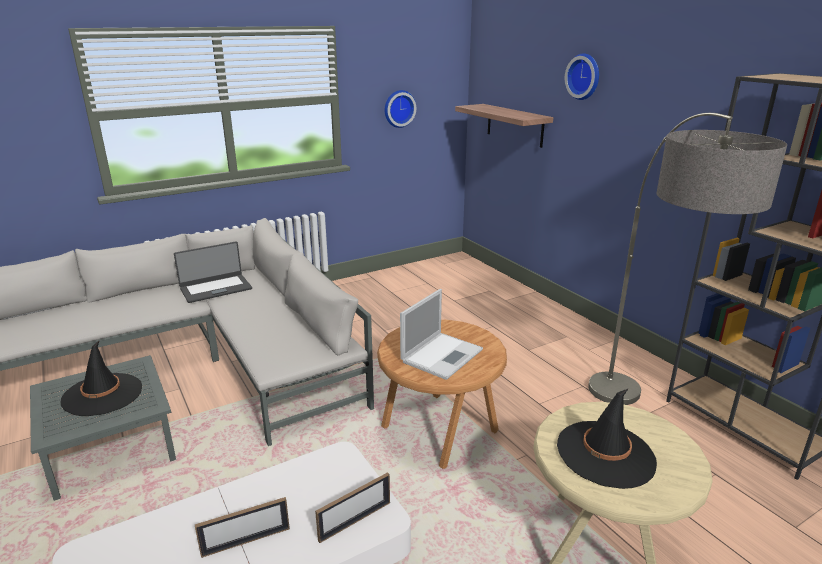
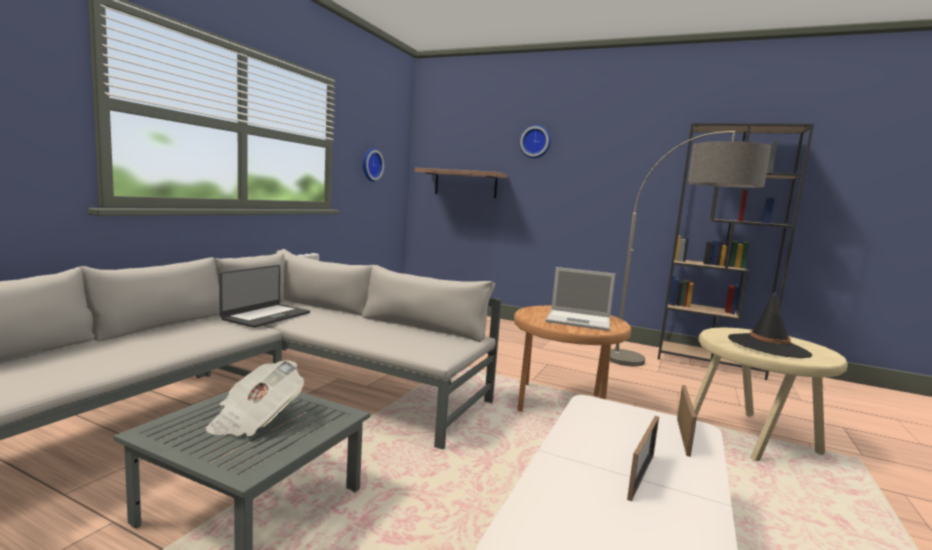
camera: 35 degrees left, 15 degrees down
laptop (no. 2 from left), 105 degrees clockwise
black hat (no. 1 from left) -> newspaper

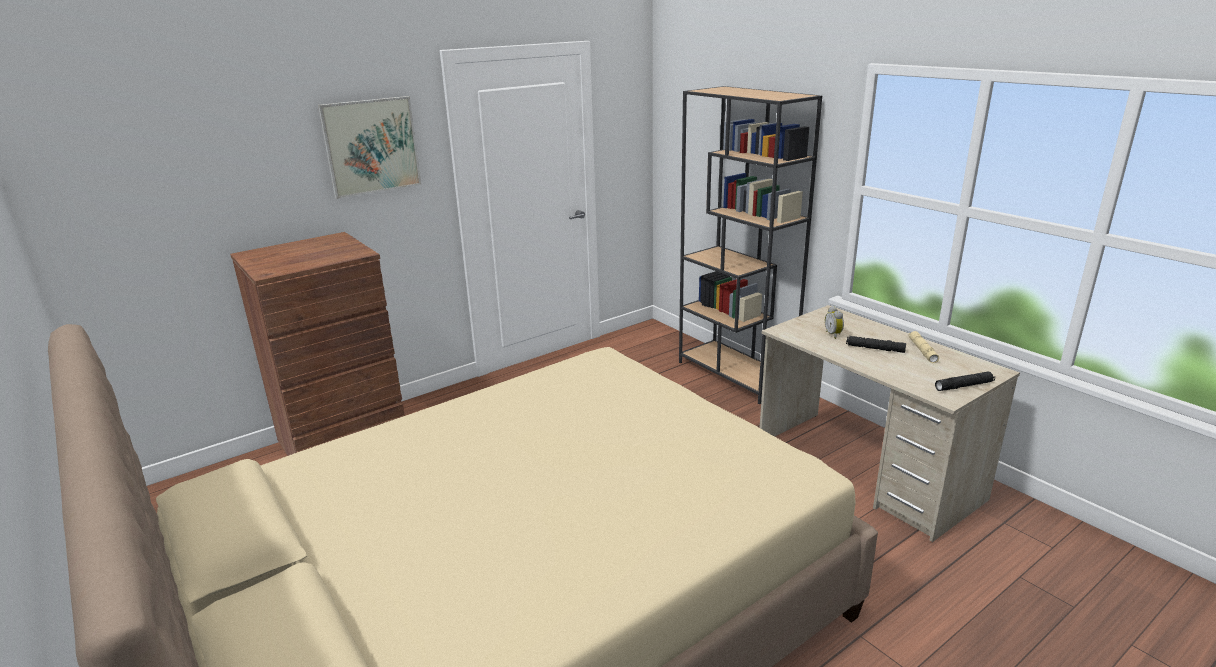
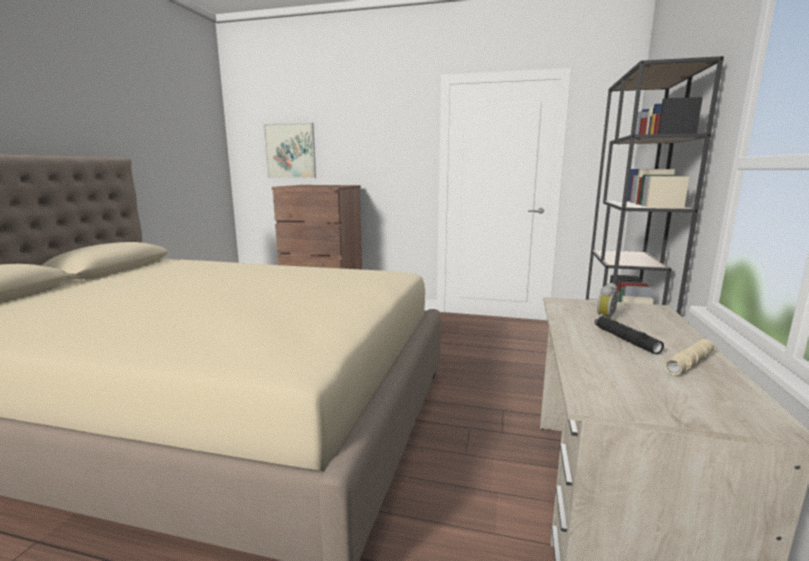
camera: 50 degrees right, 10 degrees down
picture, shifted
black flashlight (no. 2 from left) -> none

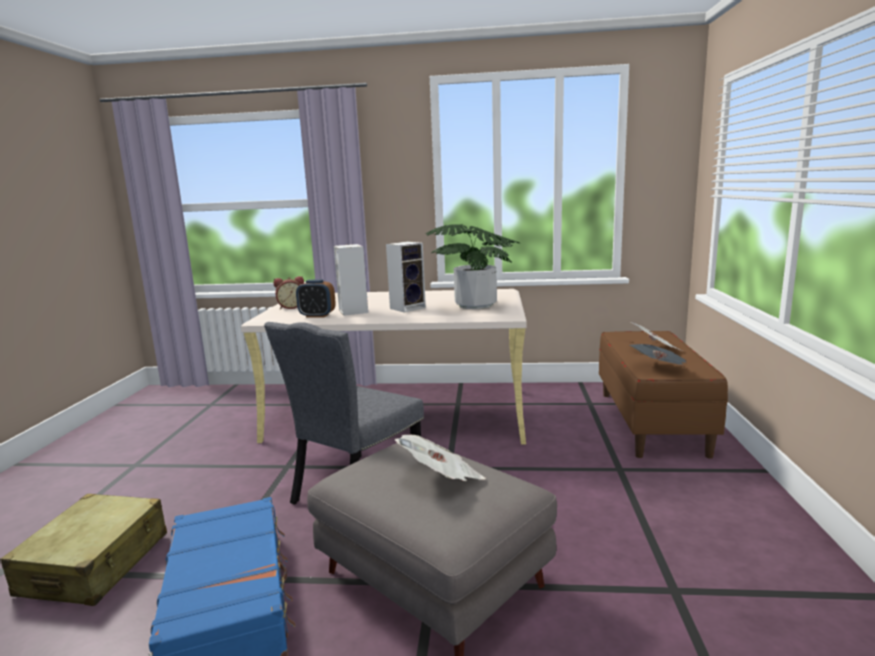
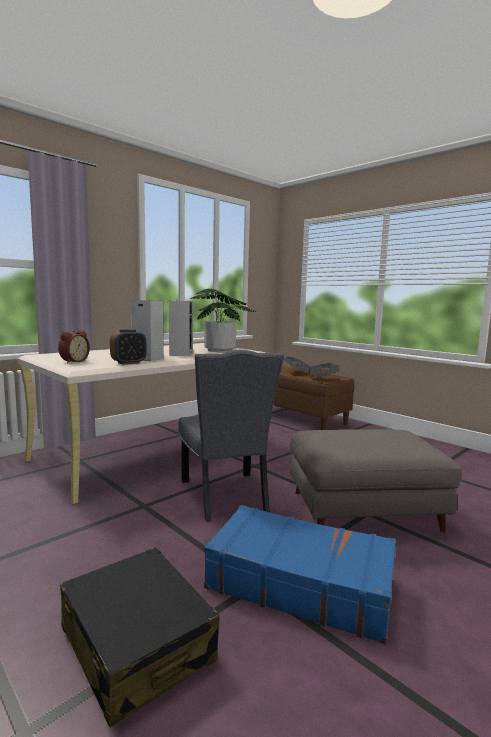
camera: 50 degrees left, 5 degrees down
newspaper (no. 1 from left) -> none
beige suitcase -> black suitcase

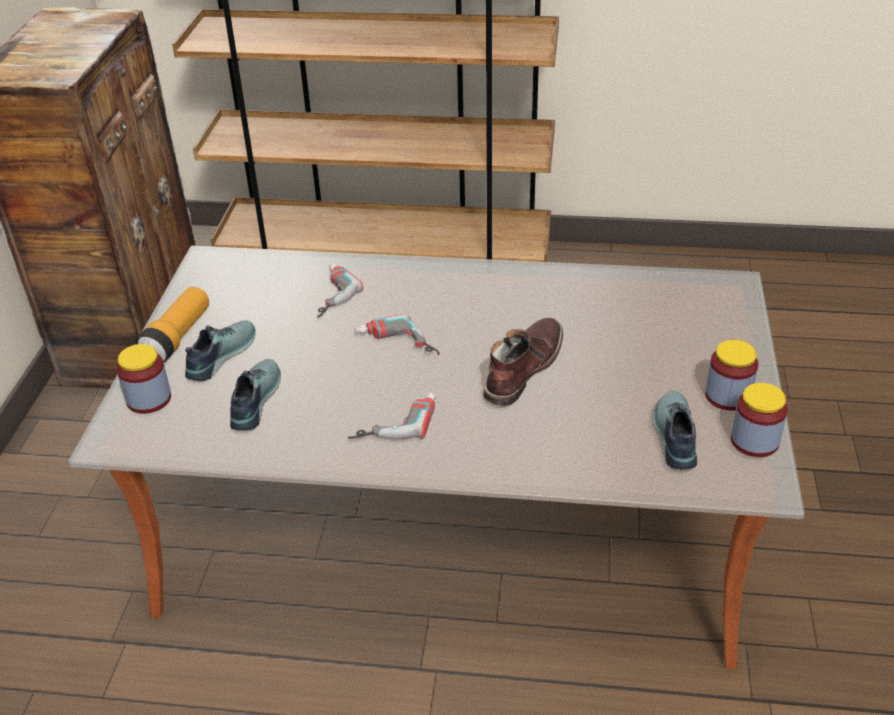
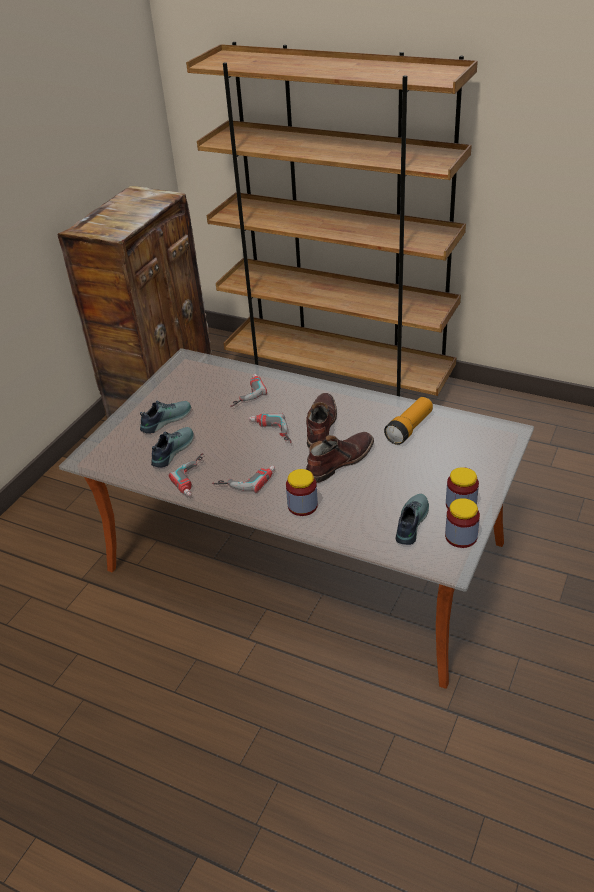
camera: 20 degrees right, 0 degrees up
flashlight, shifted
jar (no. 1 from left), shifted
none -> brown boot (no. 1 from left)
none -> power drill (no. 1 from left)

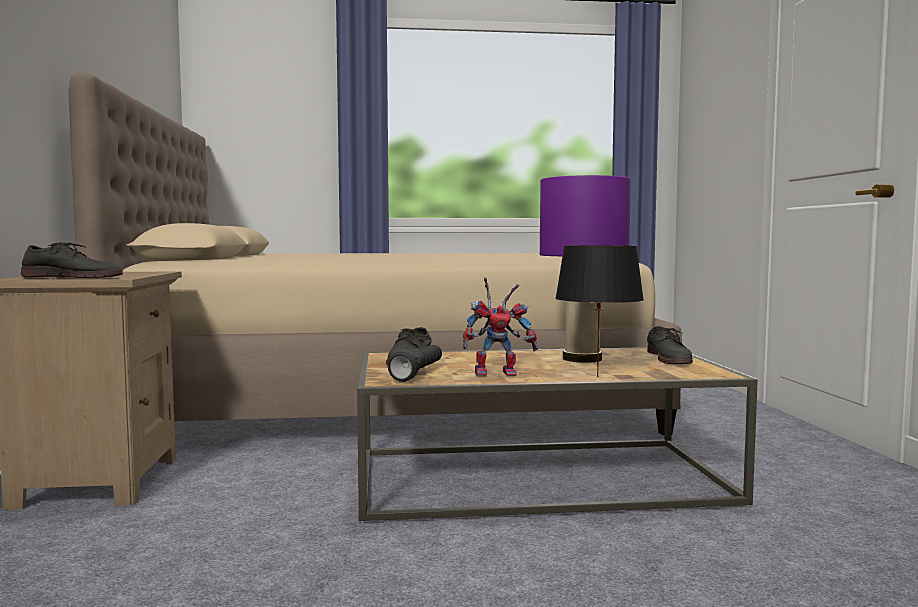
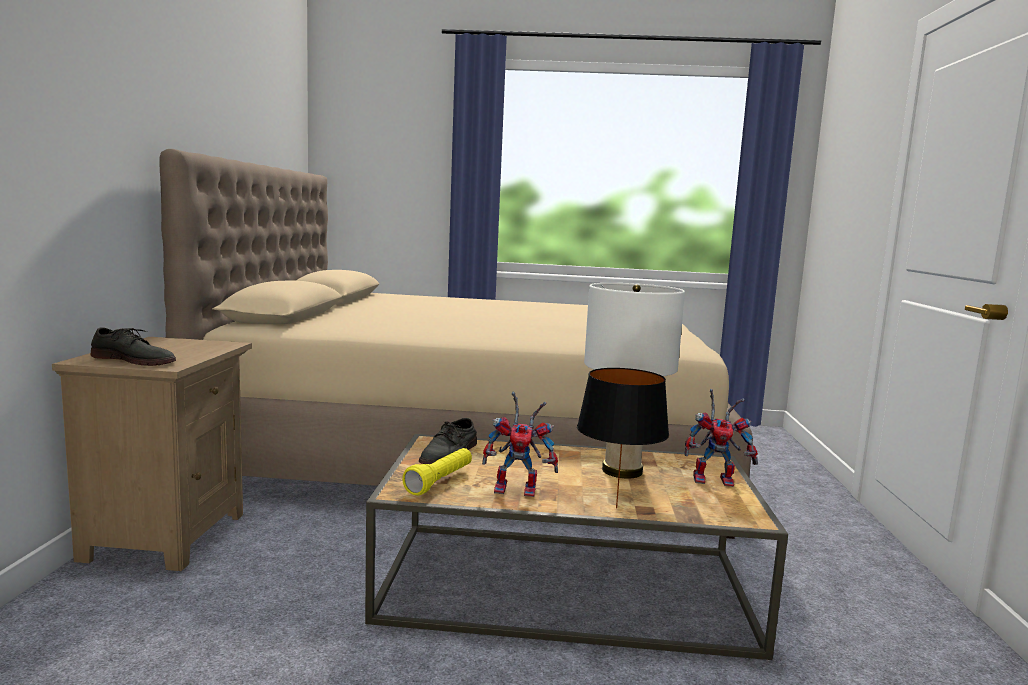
camera: 10 degrees right, 5 degrees up
purple table lamp -> white table lamp
grey shoe (no. 3 from left) -> toy robot (no. 2 from left)
black flashlight -> yellow flashlight

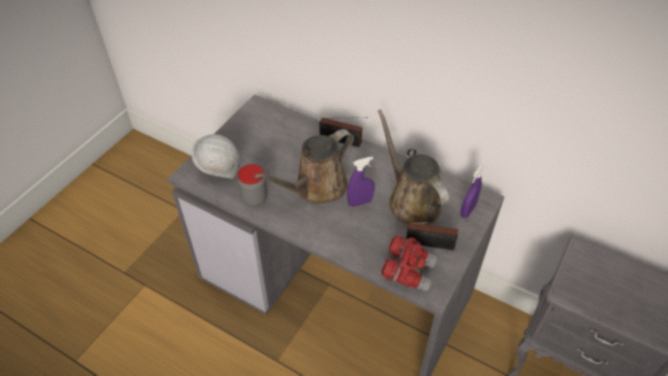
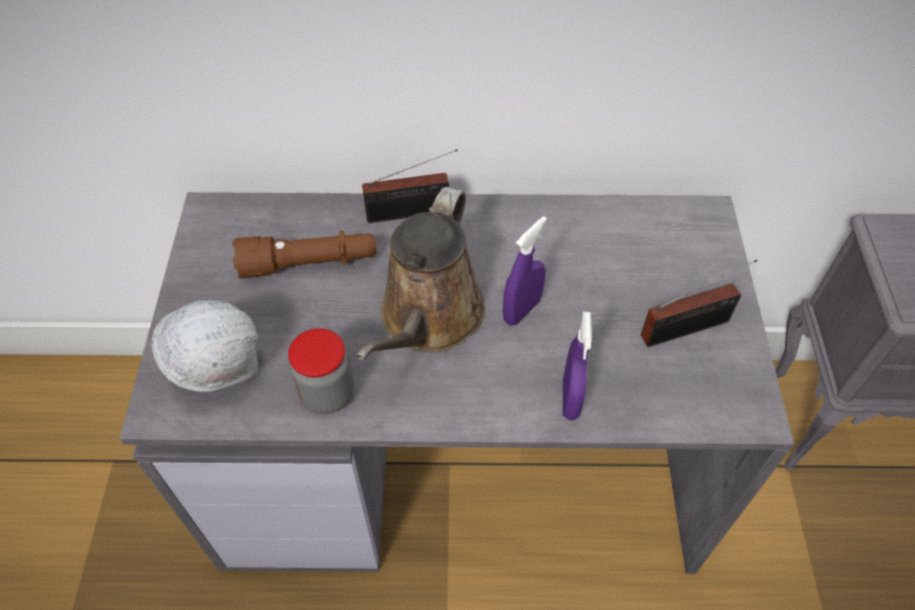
camera: 30 degrees left, 5 degrees up
brown watering can (no. 2 from left) -> none
purple spray bottle (no. 2 from left), shifted
red binoculars -> none
none -> brown flashlight

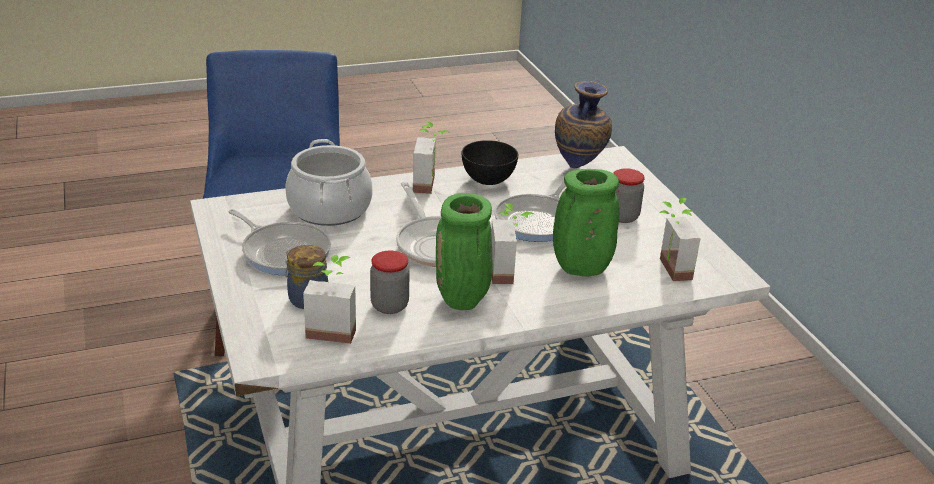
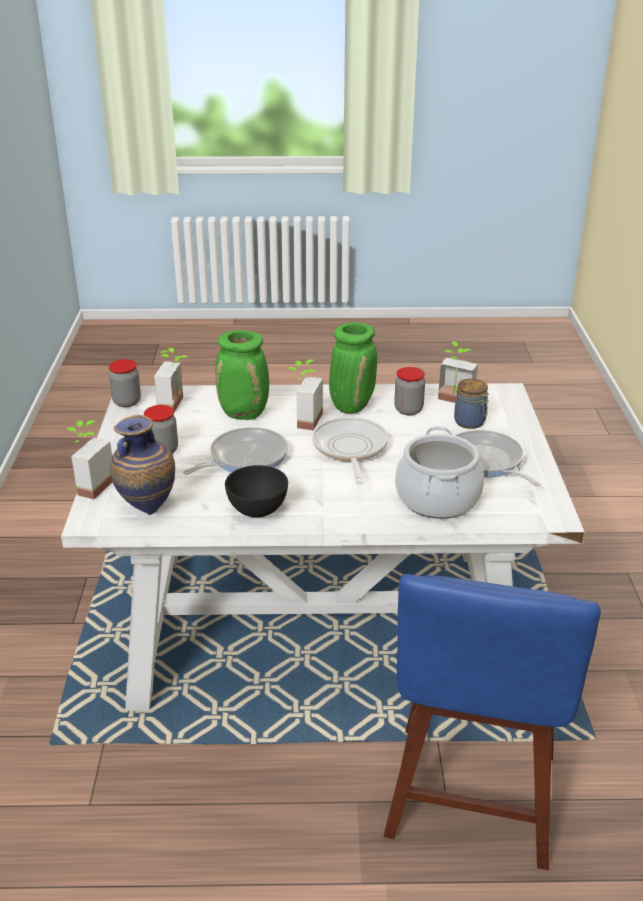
camera: 160 degrees left, 0 degrees up
potted plant (no. 2 from left in the first image) -> potted plant (no. 1 from left), shifted
none -> jar (no. 1 from left)

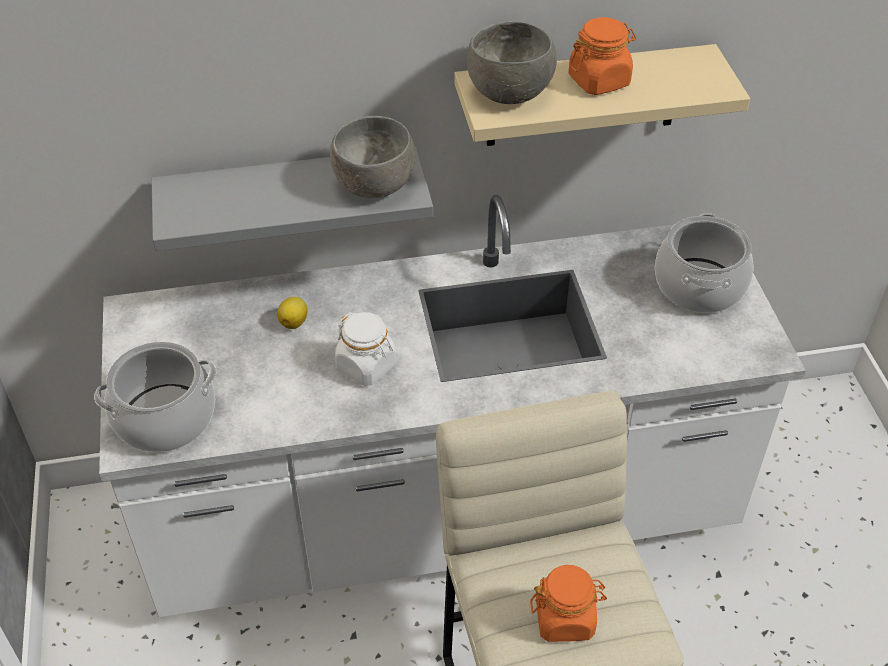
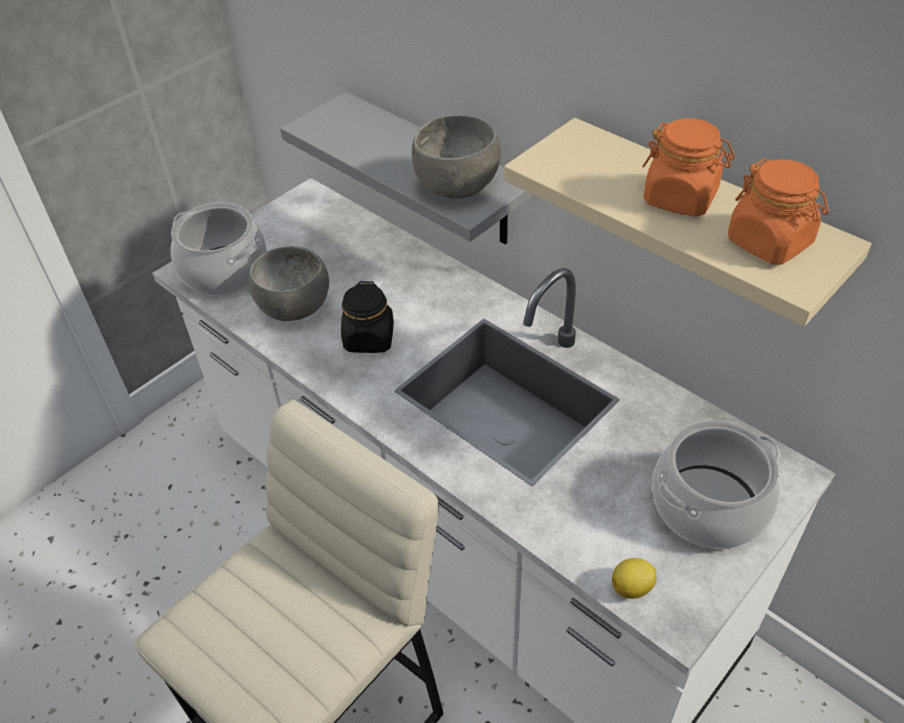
camera: 55 degrees right, 0 degrees up
grey bowl (no. 2 from left in the first image) -> grey bowl (no. 1 from left), shifted
lemon, shifted
white jar -> black jar
orange jar (no. 1 from left in the first image) -> orange jar (no. 2 from left), shifted

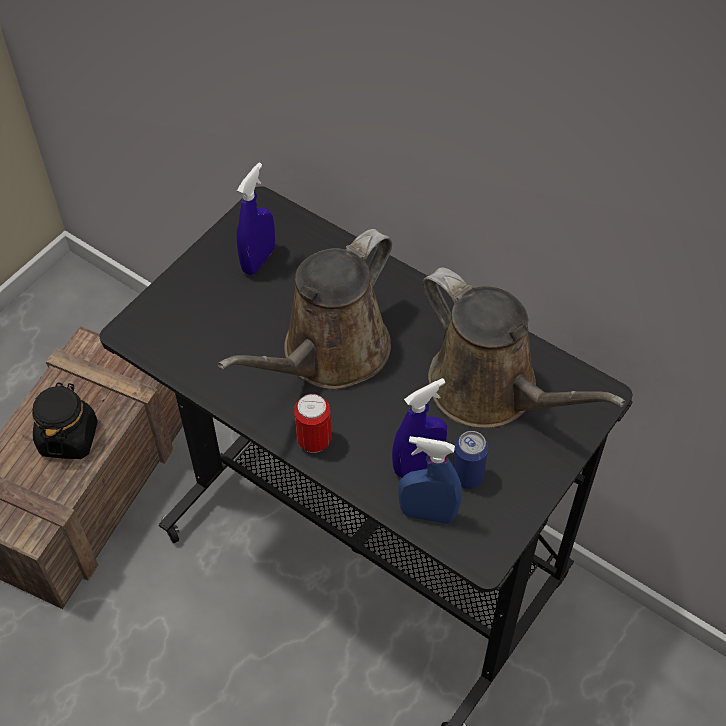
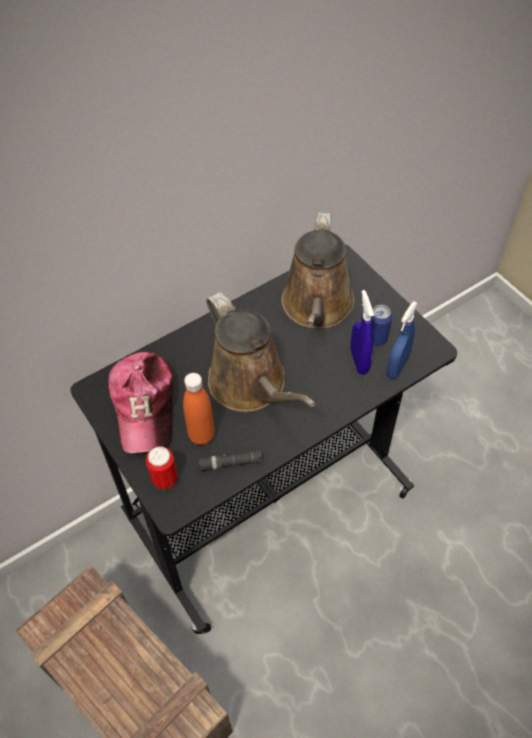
camera: 70 degrees left, 0 degrees up
blue spray bottle (no. 1 from left) -> cap
brown watering can (no. 2 from left), 120 degrees clockwise
black jar -> none
can (no. 1 from left), shifted
none -> orange bottle
none -> black flashlight

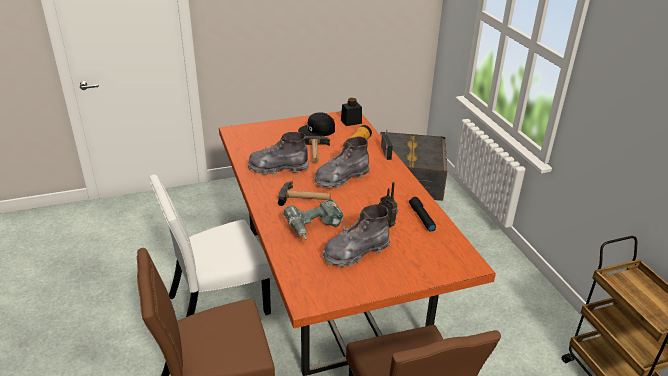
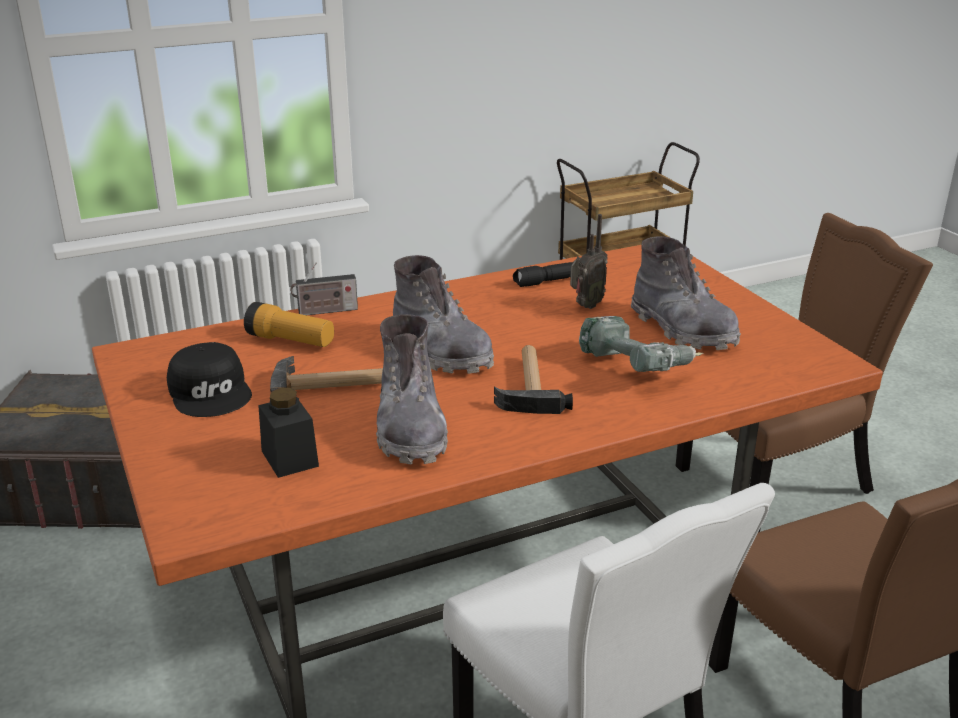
camera: 95 degrees left, 5 degrees down
black jar, shifted

